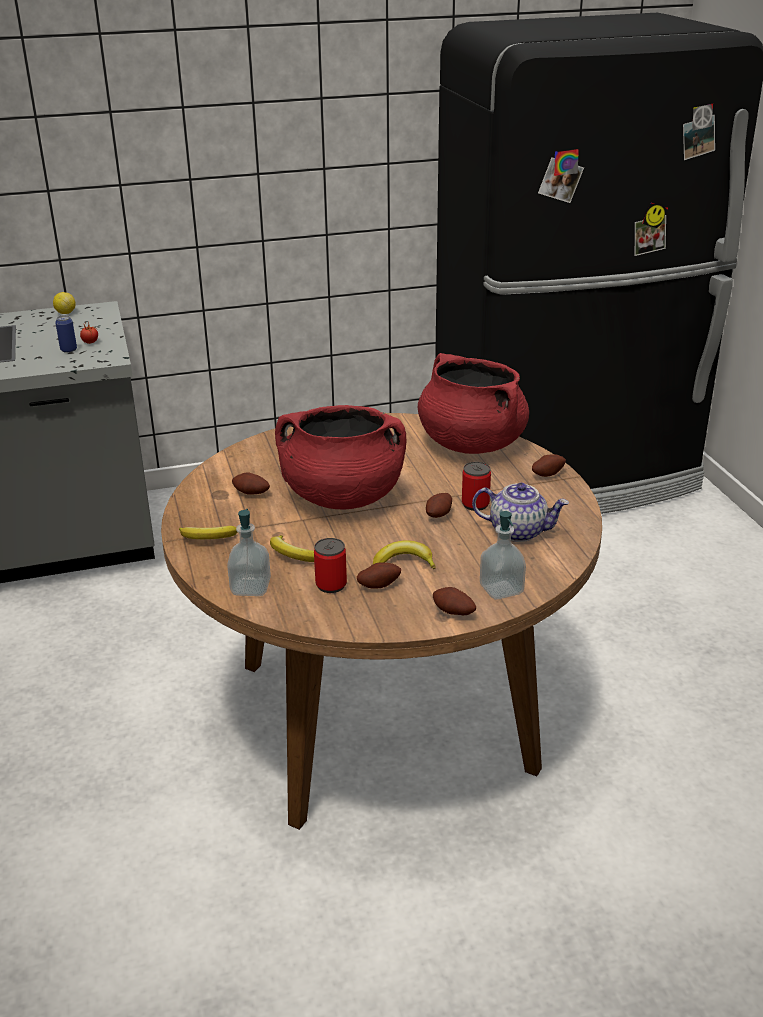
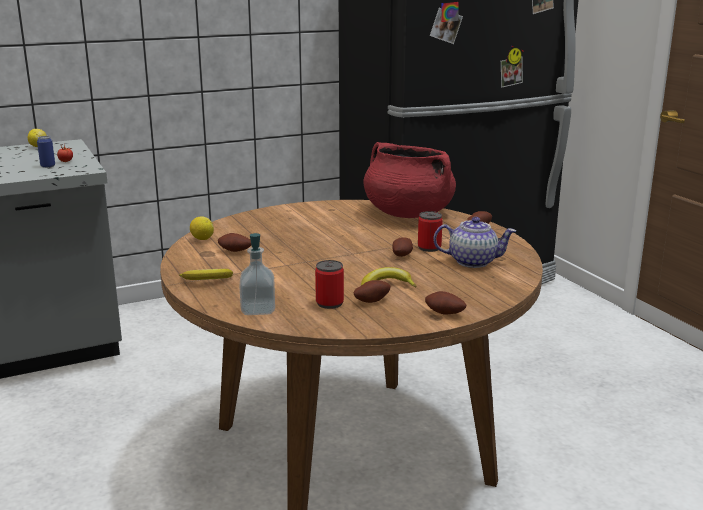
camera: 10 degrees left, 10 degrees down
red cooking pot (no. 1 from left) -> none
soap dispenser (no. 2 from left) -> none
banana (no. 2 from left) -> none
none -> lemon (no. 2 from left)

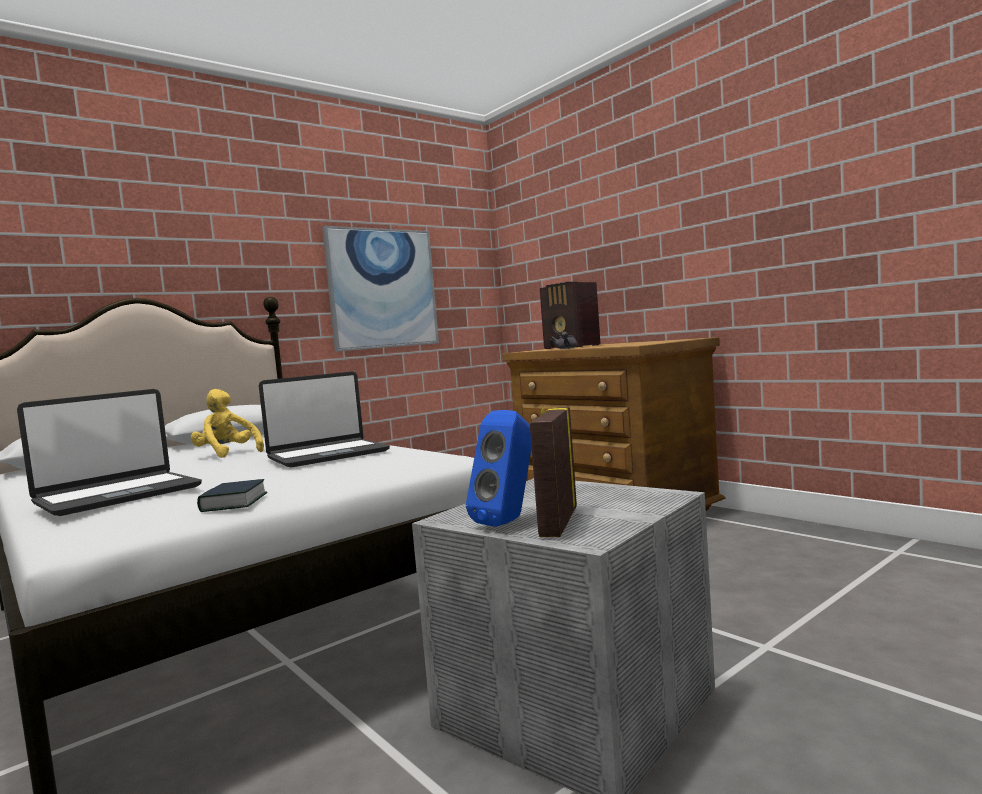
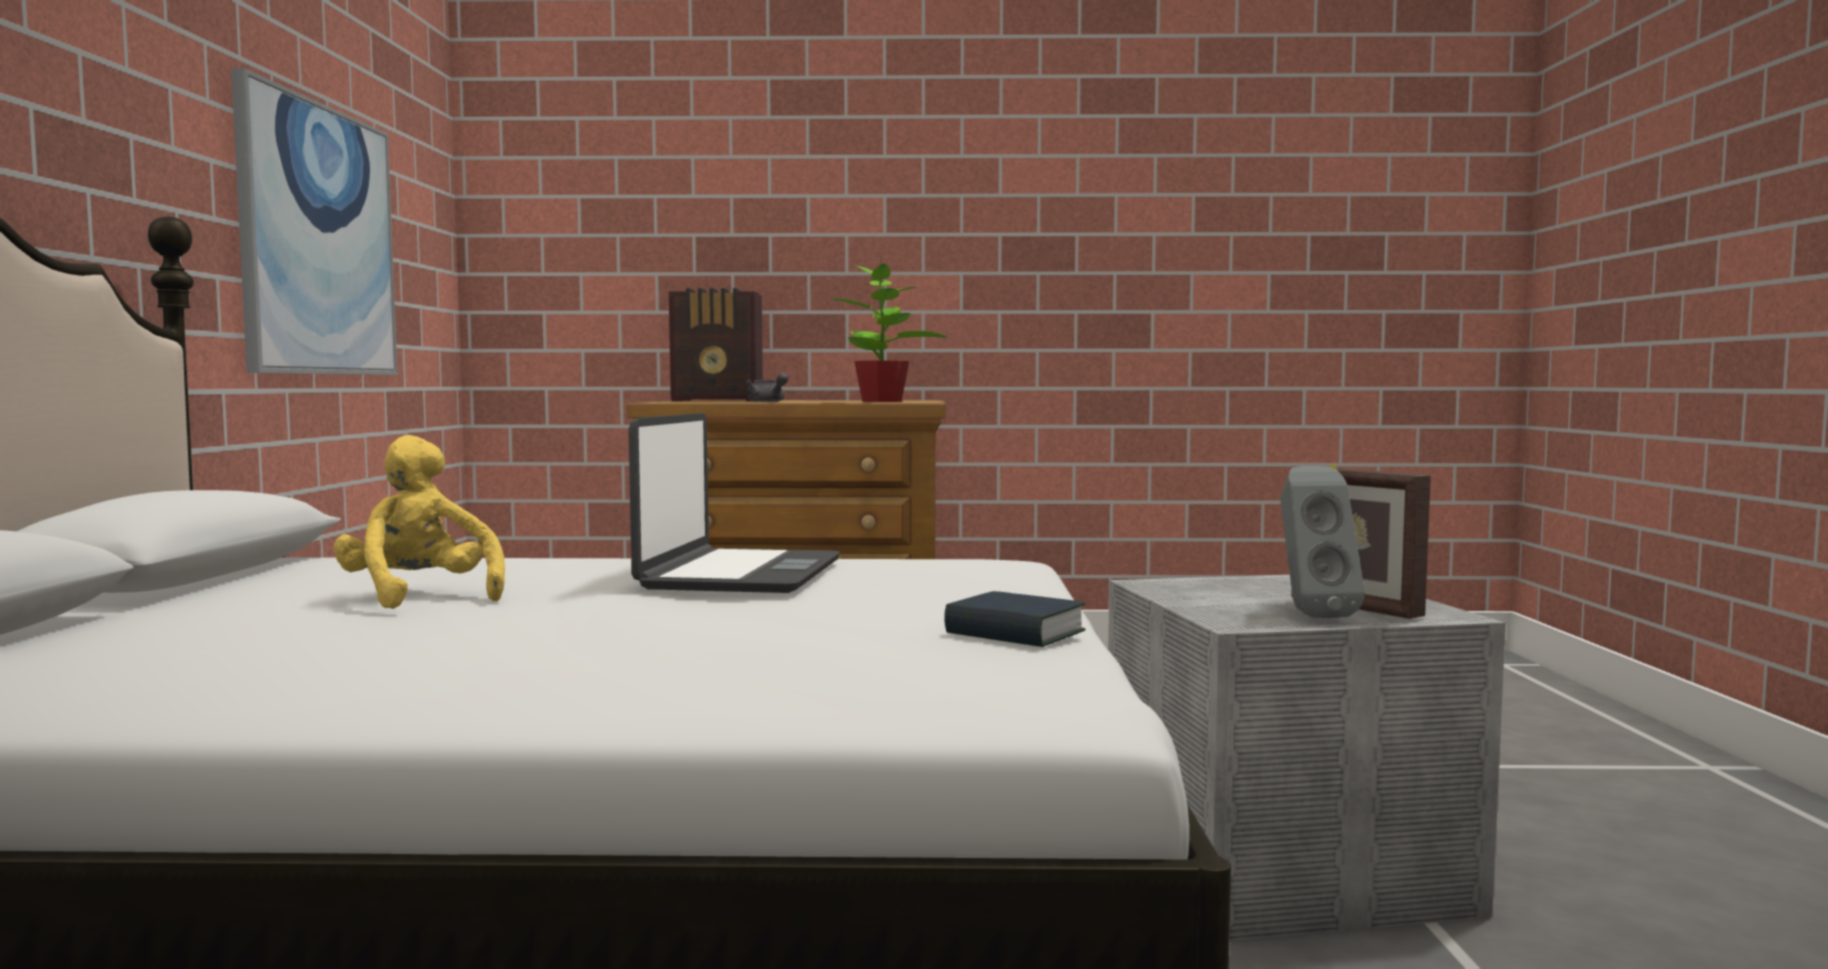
camera: 50 degrees left, 0 degrees up
laptop (no. 1 from left) -> none
yellow plush toy, 60 degrees clockwise
blue speaker -> grey speaker
none -> potted plant

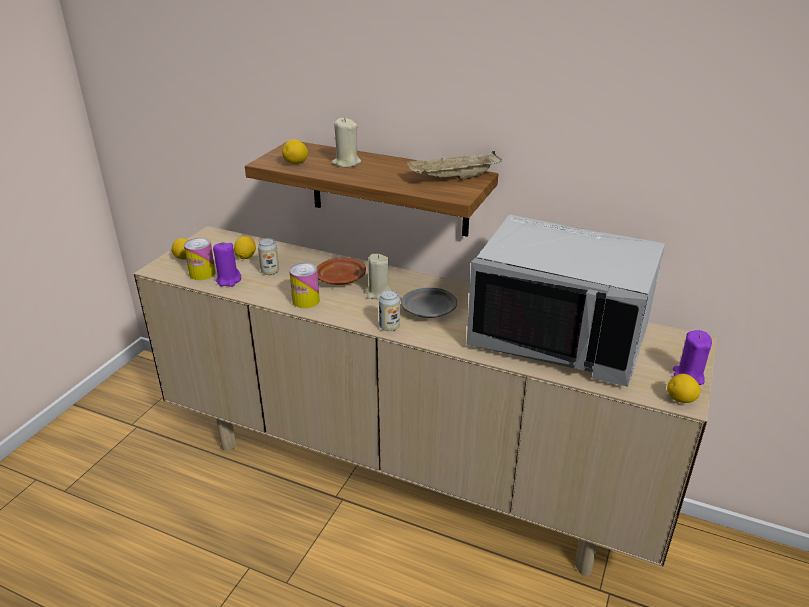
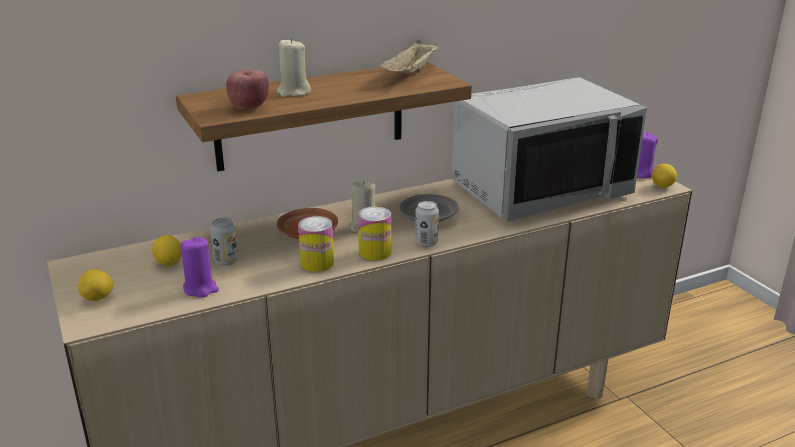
camera: 50 degrees left, 5 degrees down
lemon (no. 3 from left) -> apple
can (no. 1 from left in the first image) -> can (no. 3 from left), shifted

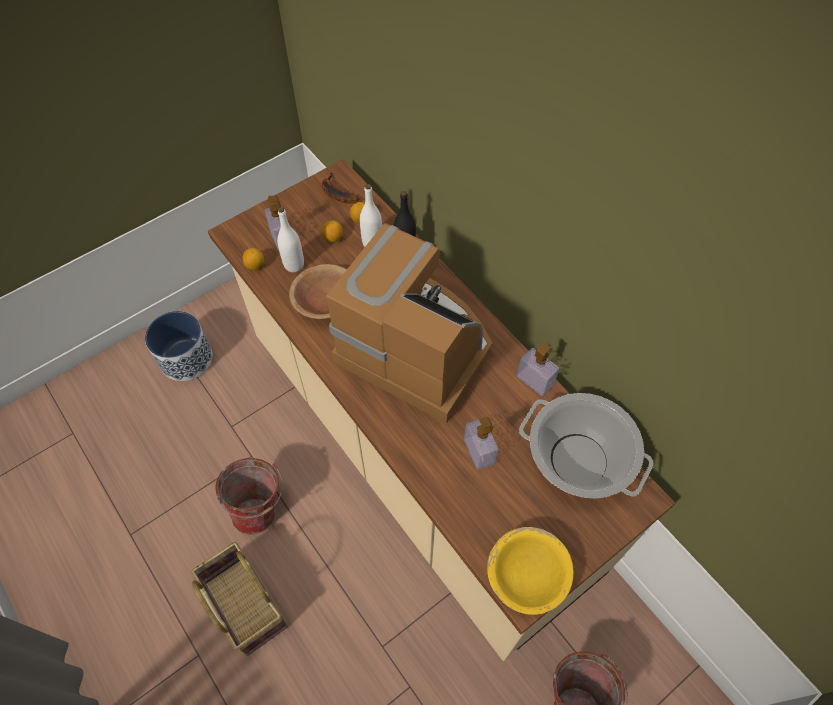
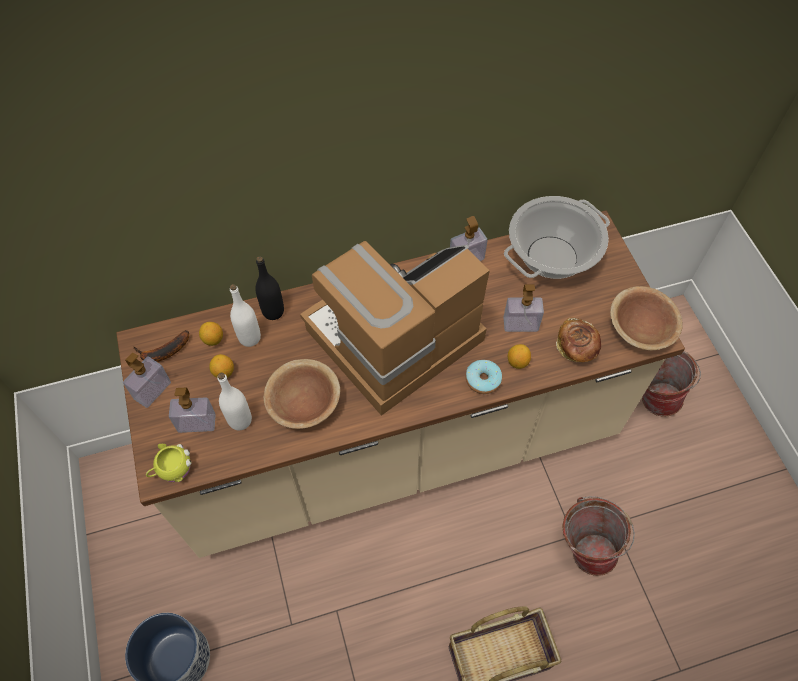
camera: 70 degrees left, 0 degrees up
lemon (no. 1 from left in the first image) -> lemon (no. 3 from left), shifted
bucket (no. 1 from left), shifted
yellow bowl -> brown bowl (no. 2 from left)
none -> bread
none -> soap dispenser (no. 1 from left)
none -> donut
none -> yellow mug

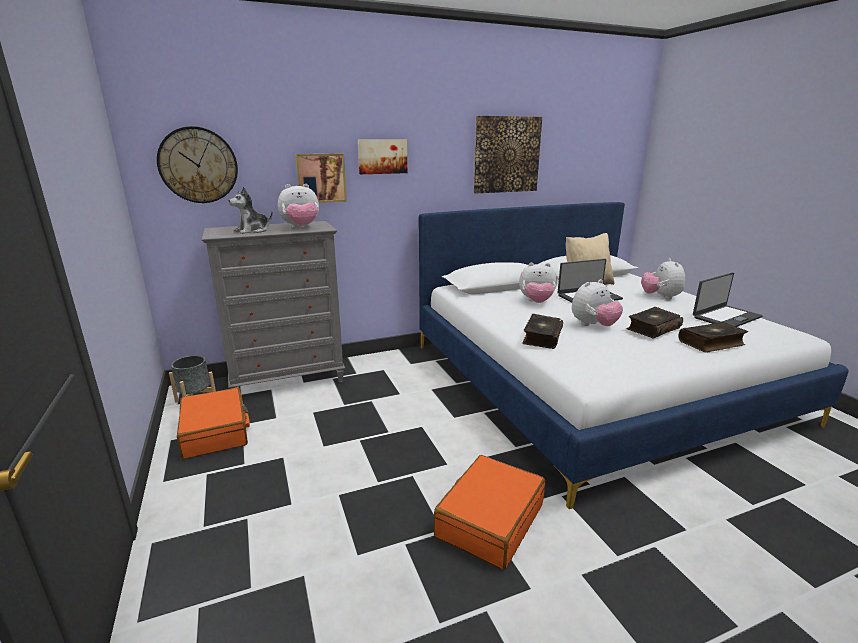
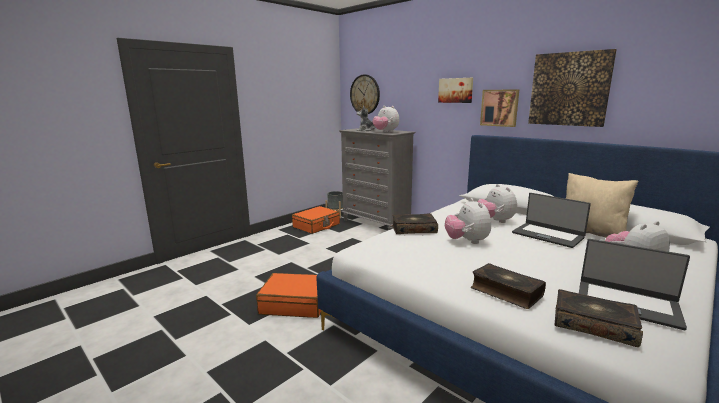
camera: 65 degrees right, 5 degrees down
picture (no. 1 from left in the first image) -> picture (no. 2 from left), shifted
plush toy (no. 4 from left in the first image) -> plush toy (no. 3 from left), 45 degrees clockwise
book (no. 2 from left in the first image) -> book (no. 3 from left), shifted

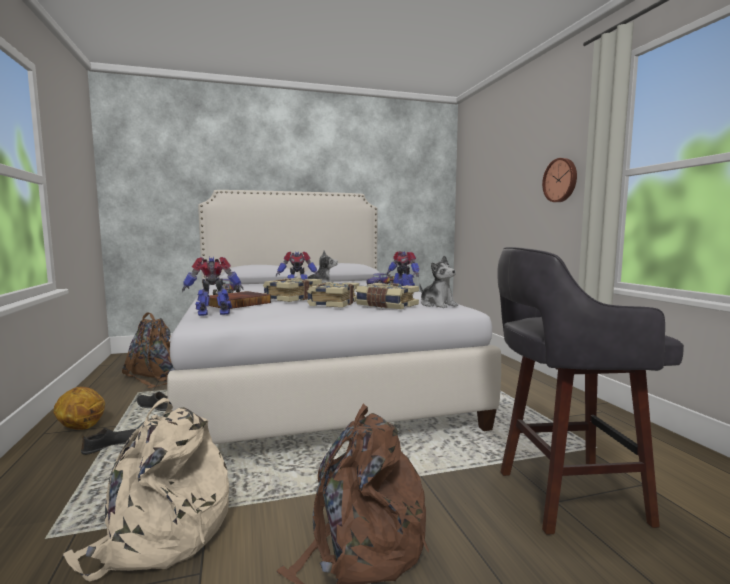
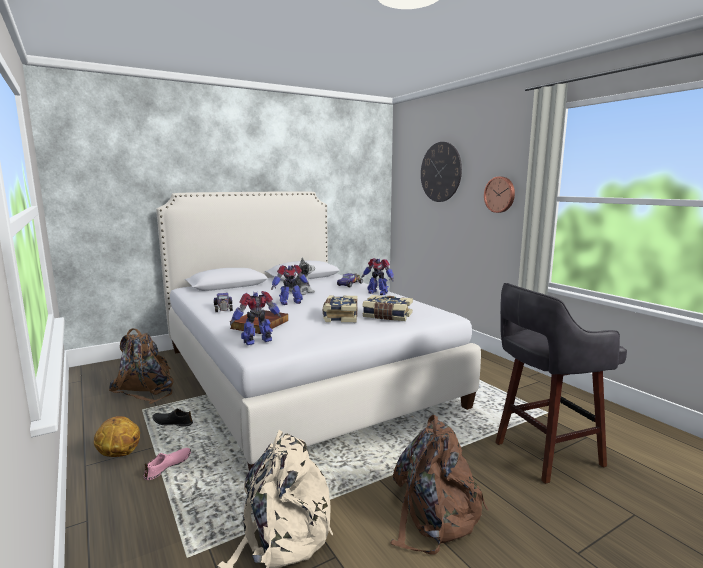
camera: 15 degrees left, 5 degrees up
plush toy (no. 2 from left) -> none
book (no. 2 from left) -> none
black shoe (no. 1 from left) -> pink shoe
none -> wall clock (no. 1 from left)

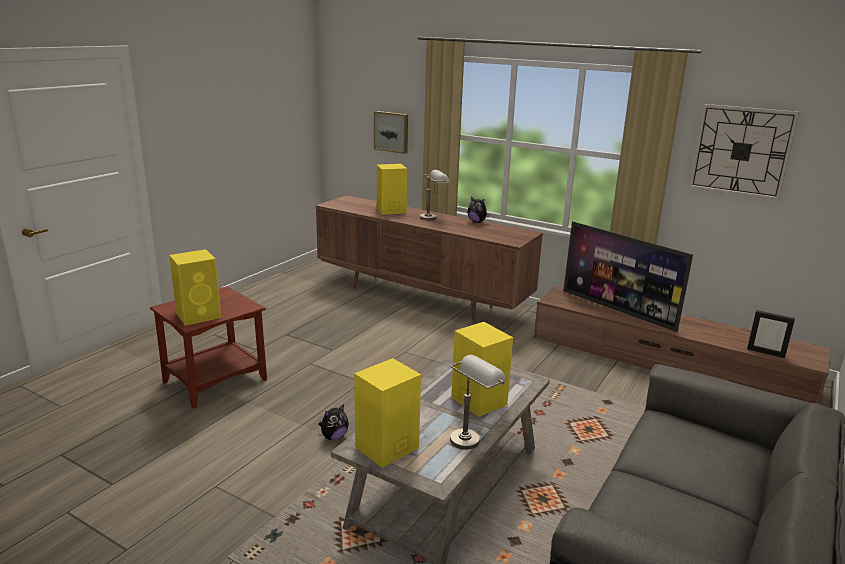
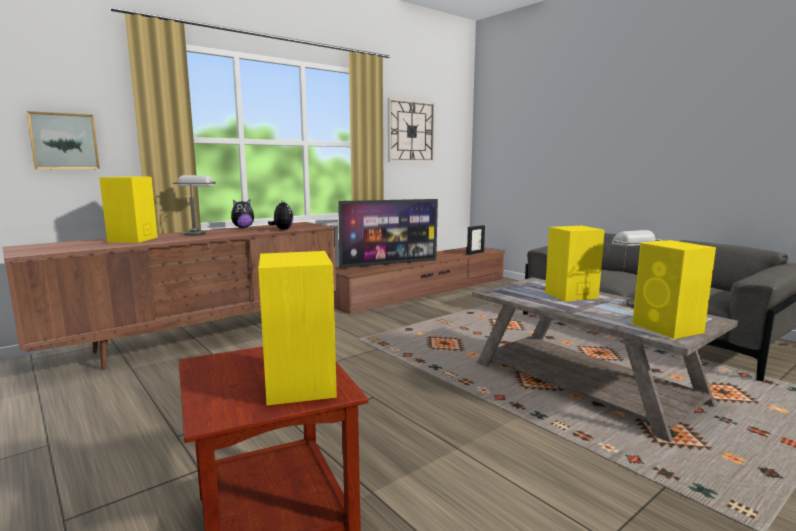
camera: 70 degrees left, 10 degrees down
plush toy (no. 1 from left in the first image) -> plush toy (no. 2 from left), shifted

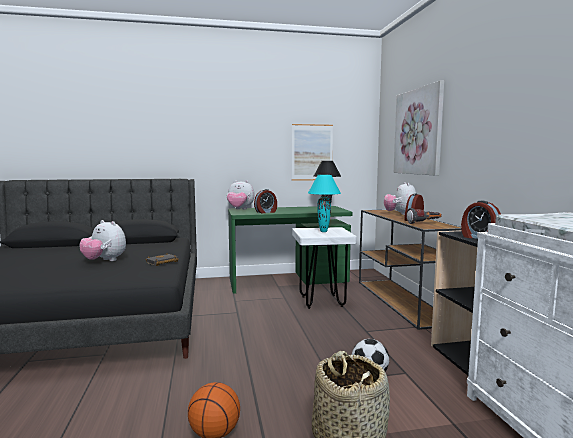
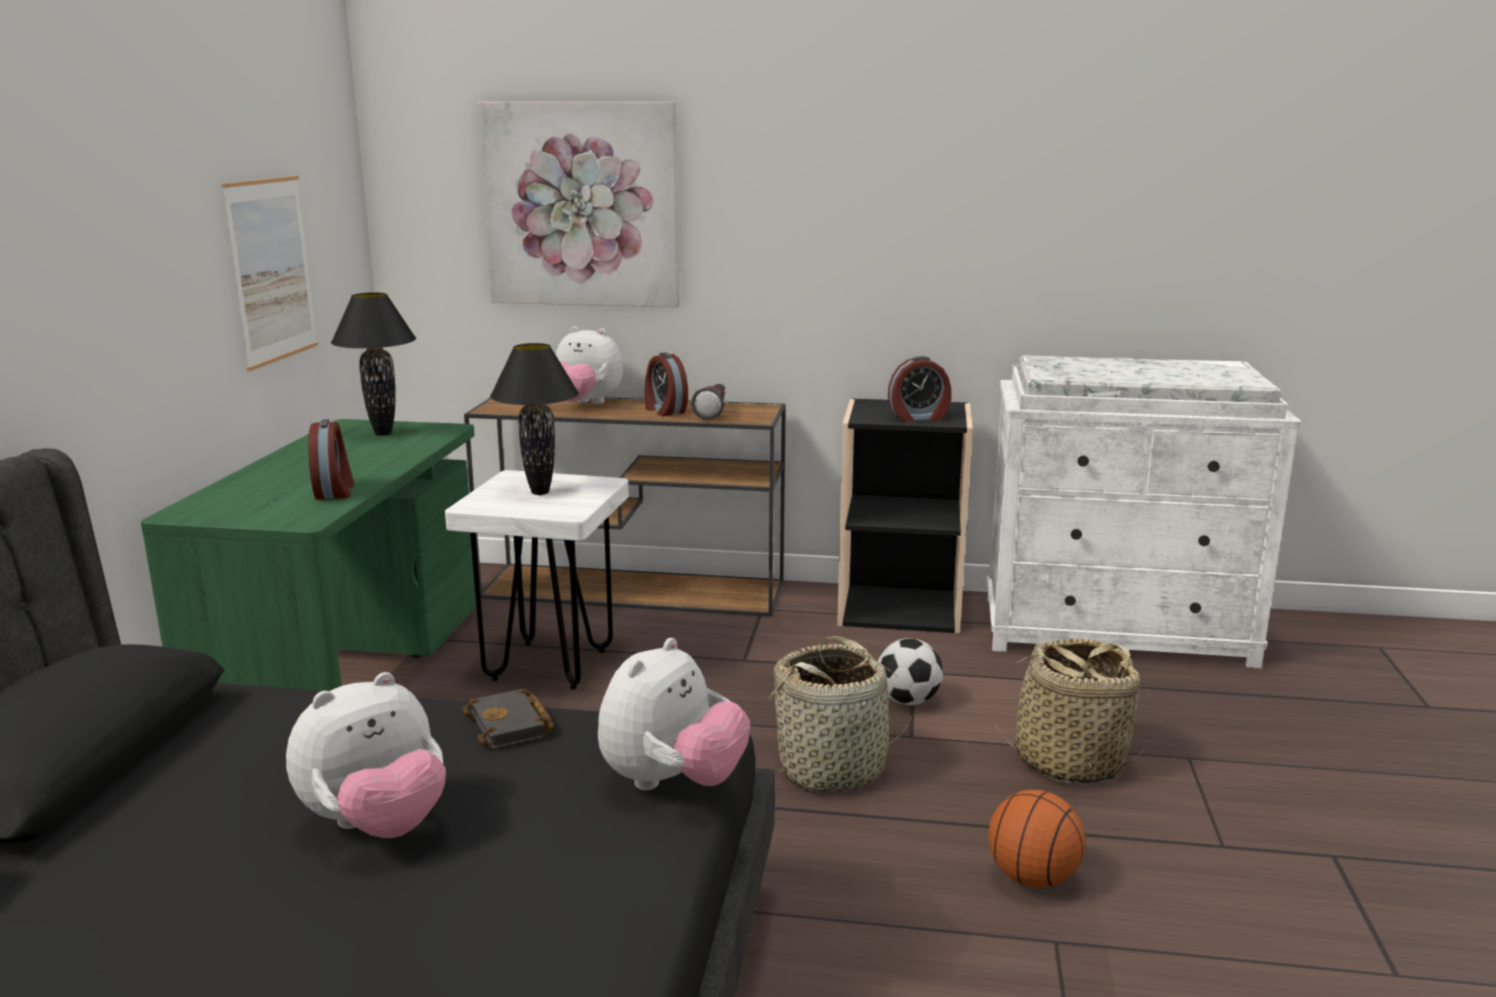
camera: 70 degrees left, 10 degrees up
turquoise table lamp -> black table lamp (no. 2 from left)
plush toy (no. 2 from left in the first image) -> plush toy (no. 3 from left), shifted
none -> basket (no. 1 from left)

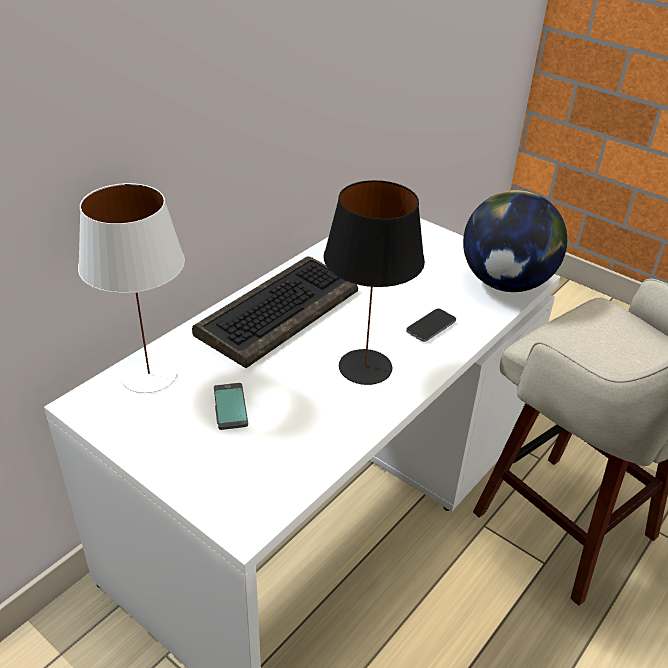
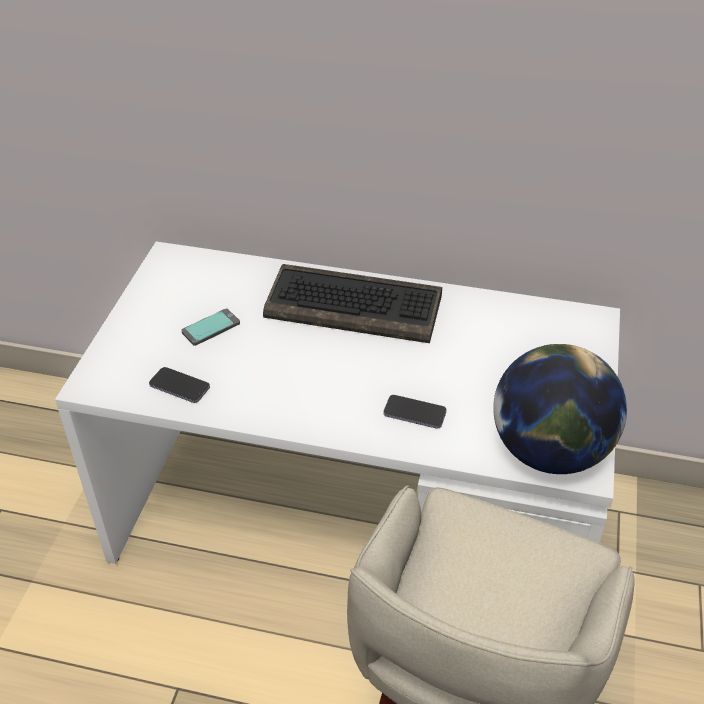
camera: 65 degrees right, 5 degrees up
black table lamp -> none
white table lamp -> none
none -> phone (no. 1 from left)

